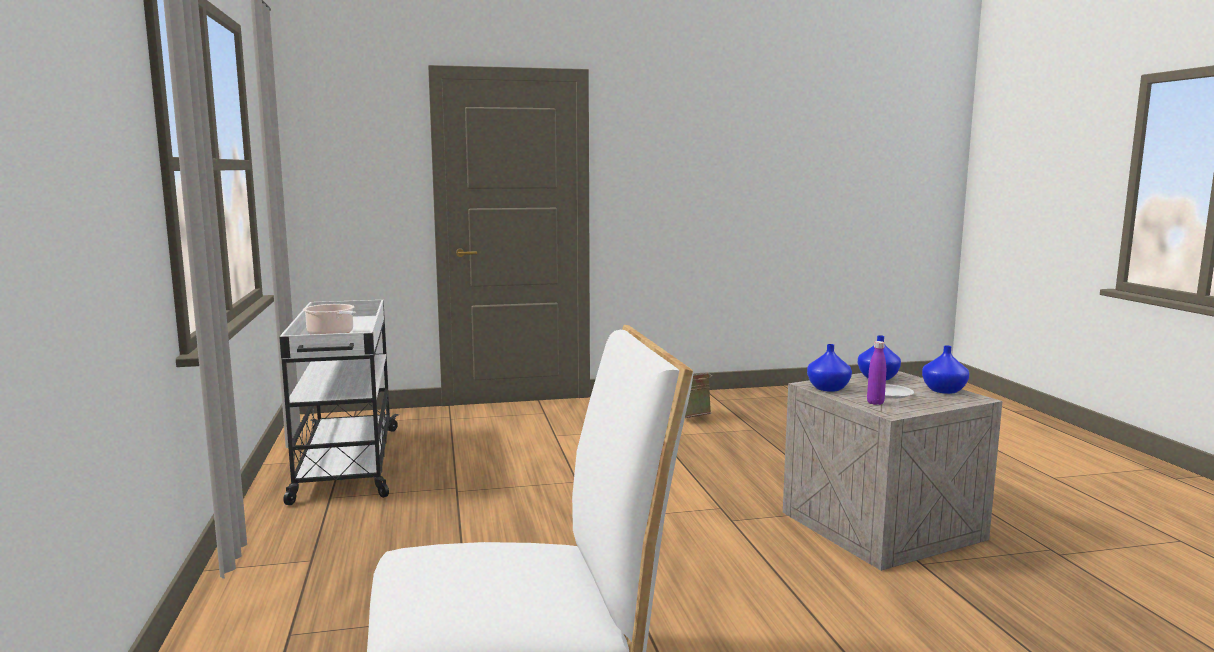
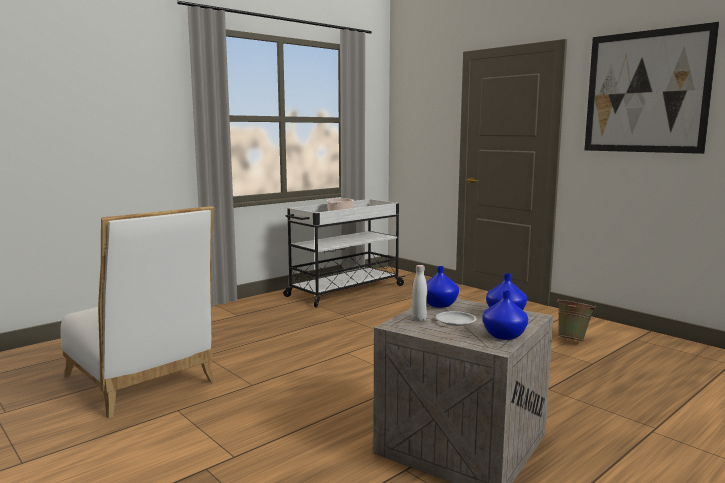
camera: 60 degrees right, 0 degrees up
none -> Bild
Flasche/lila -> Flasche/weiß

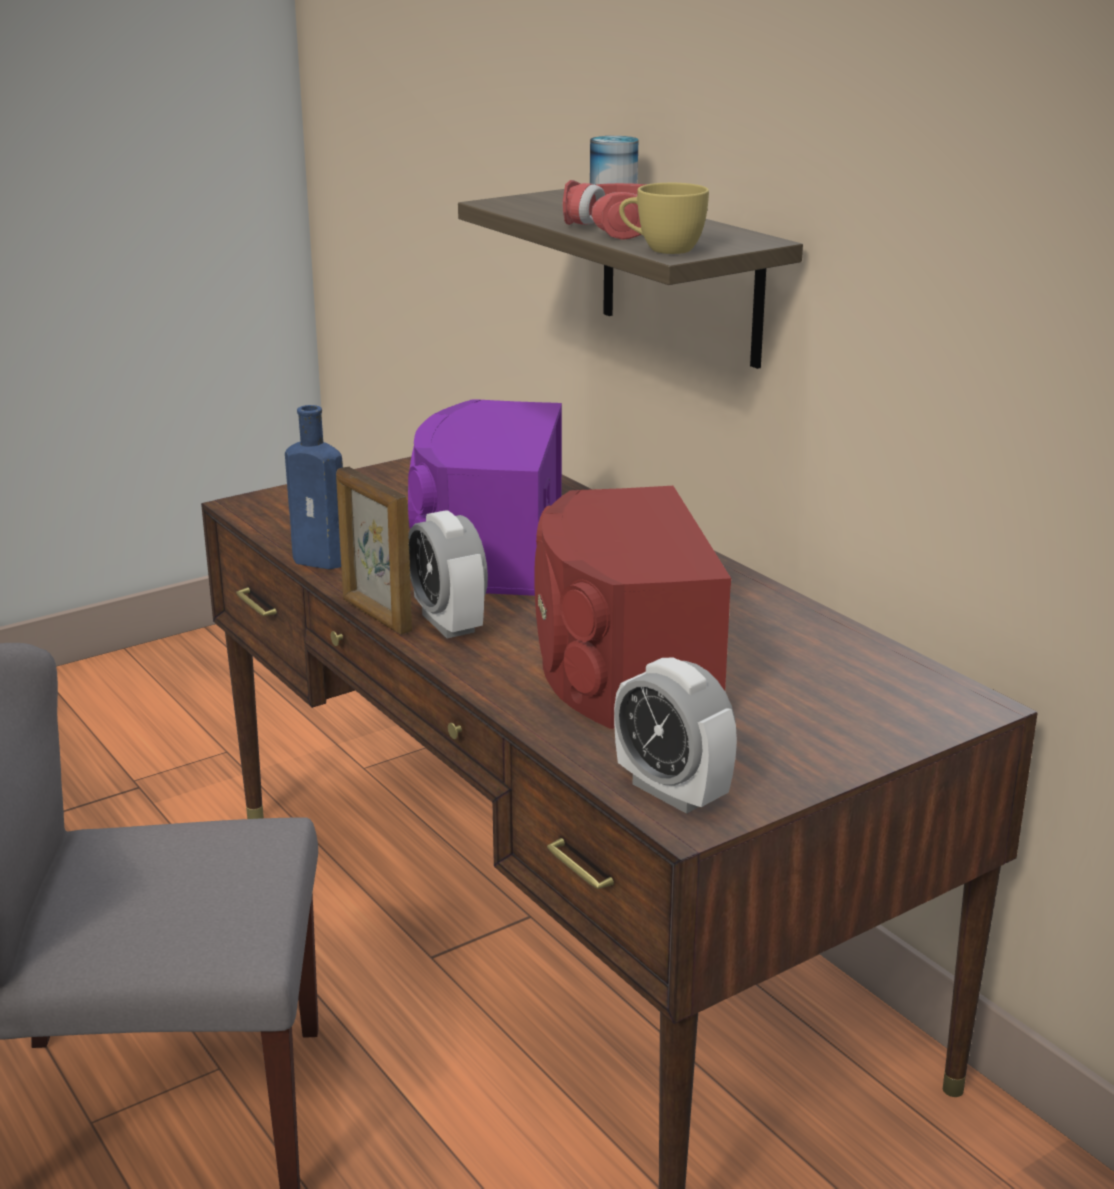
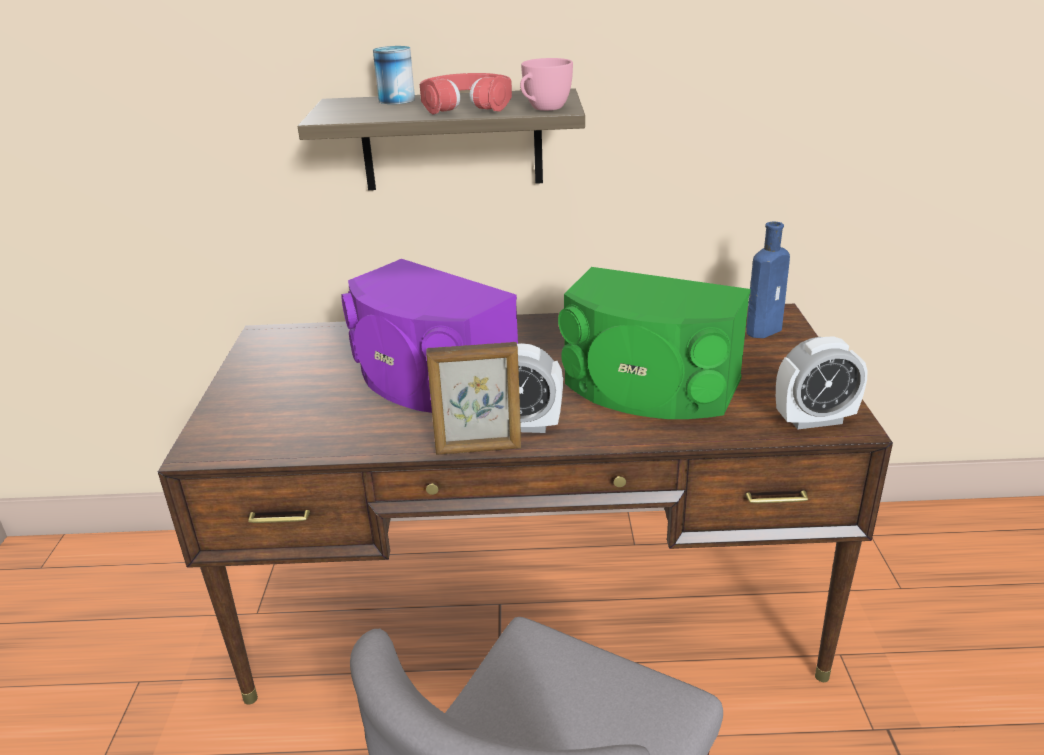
camera: 55 degrees left, 5 degrees up
Flasche/blau, move
Lautsprecher/rot -> Lautsprecher/grün
Tasse/gelb -> Tasse/rosa

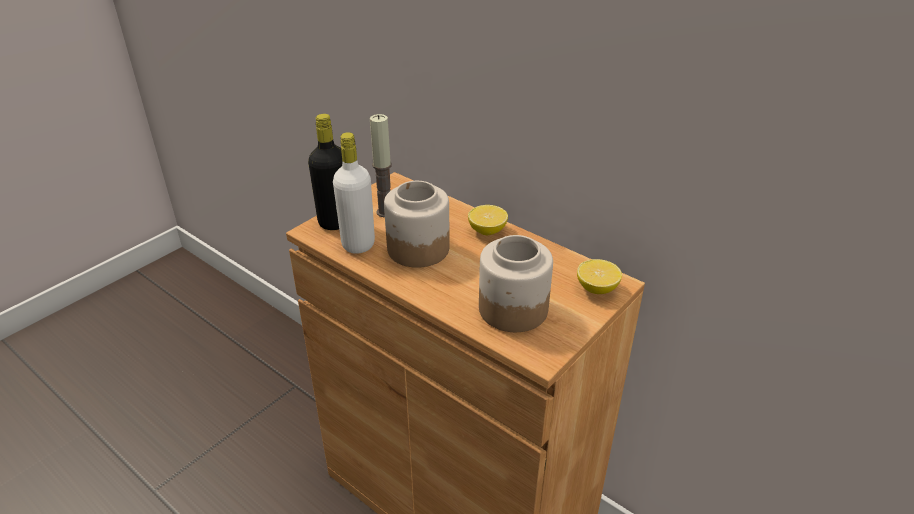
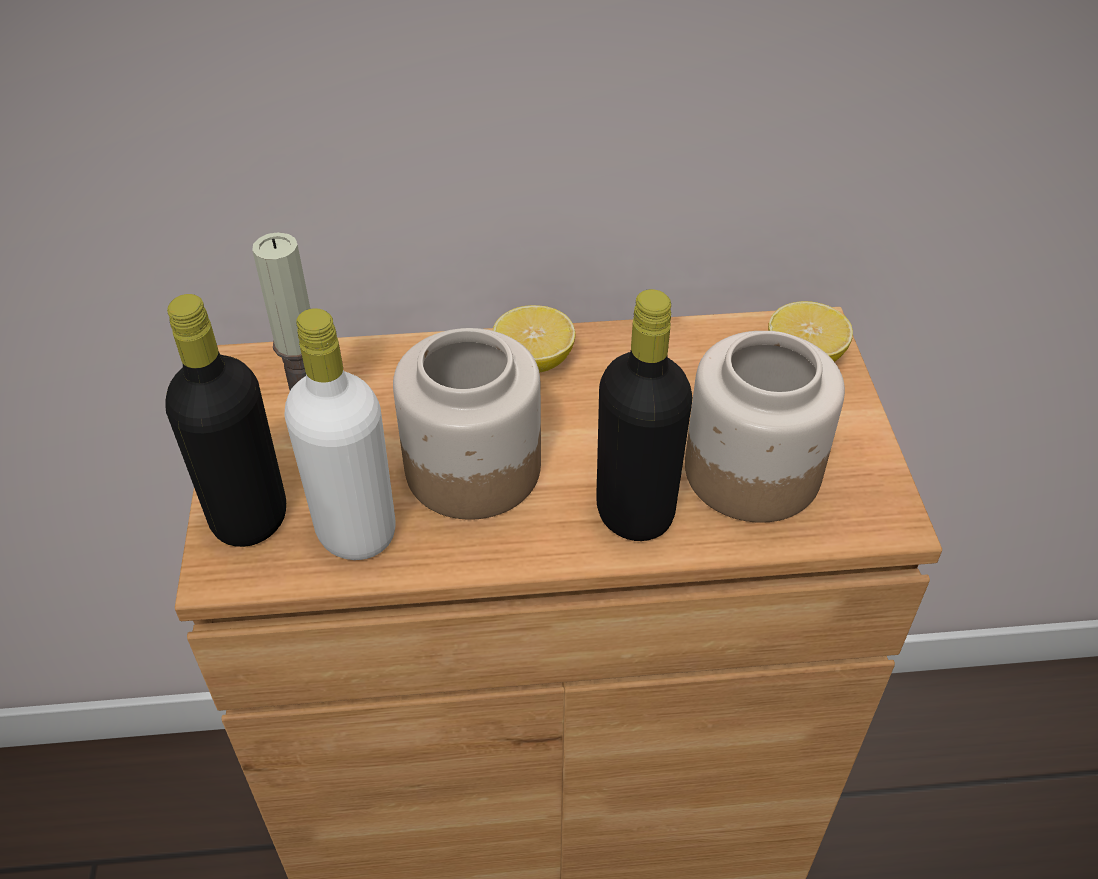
camera: 45 degrees left, 10 degrees up
none -> Flasche/schwarz (2nd from left)

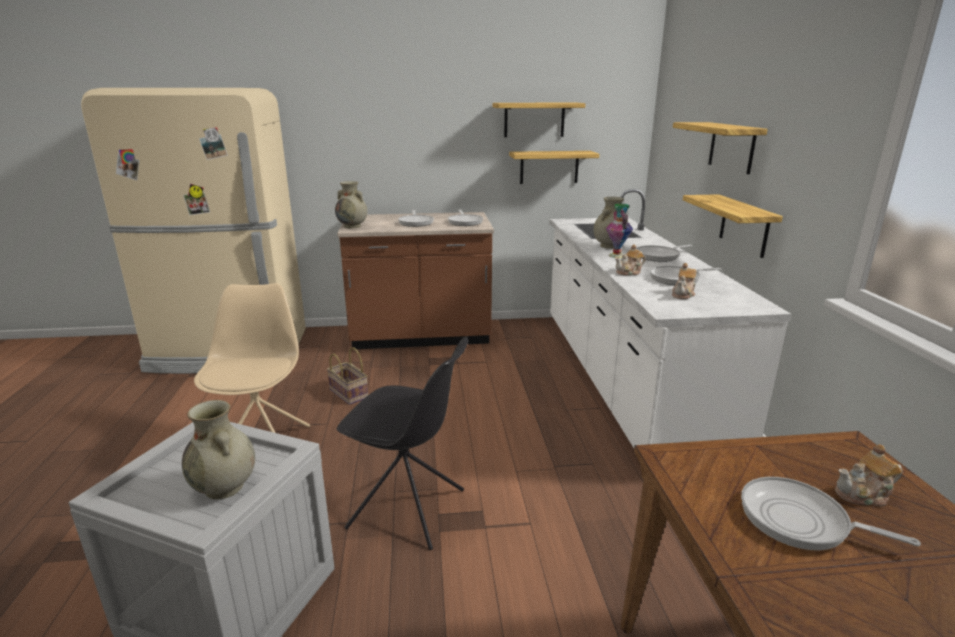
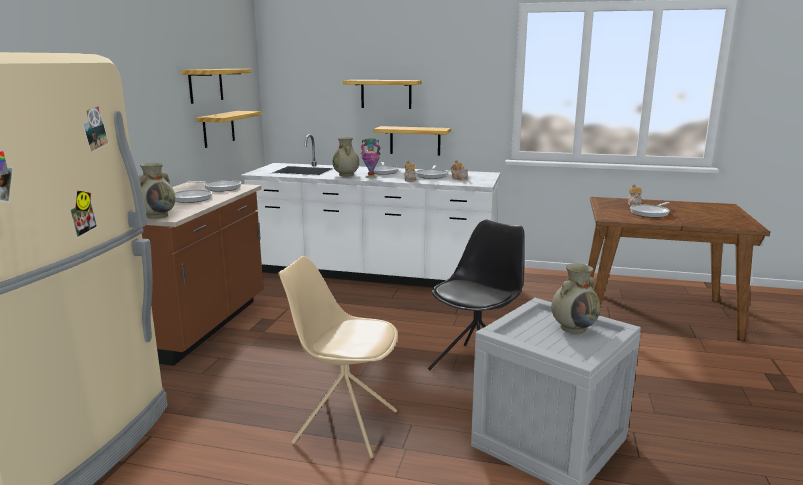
camera: 70 degrees left, 5 degrees down
Korb -> none

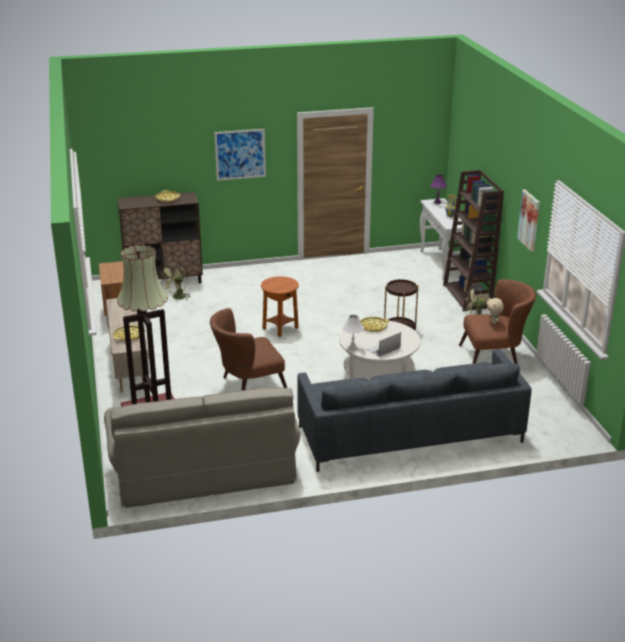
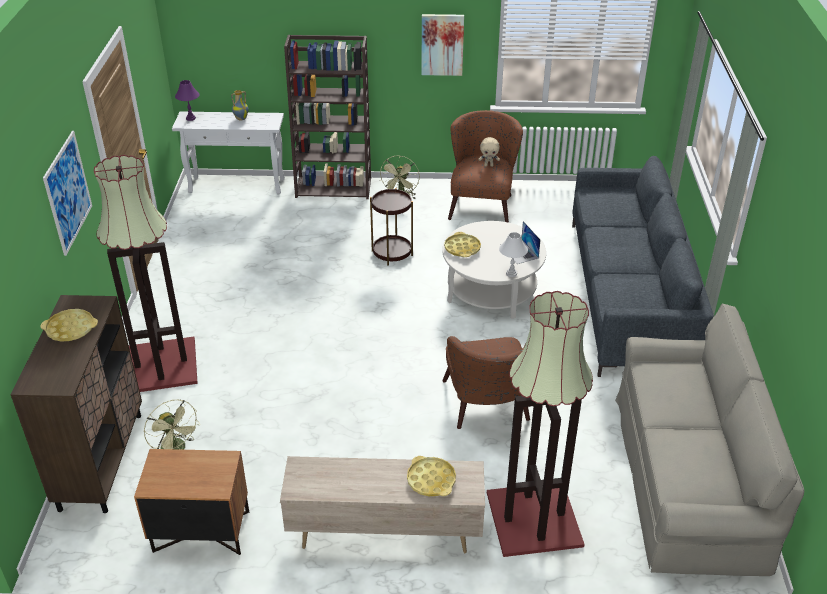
camera: 75 degrees left, 10 degrees up
Beistelltisch/braun (1st from left) -> none
none -> Stehlampe (1st from left)

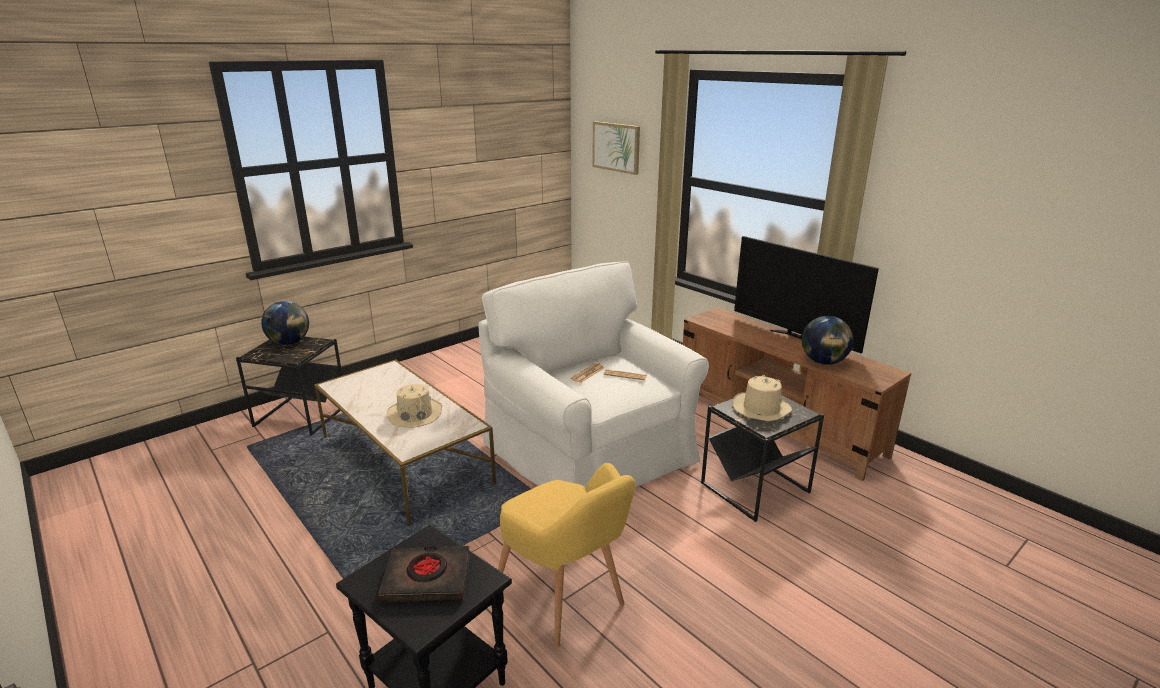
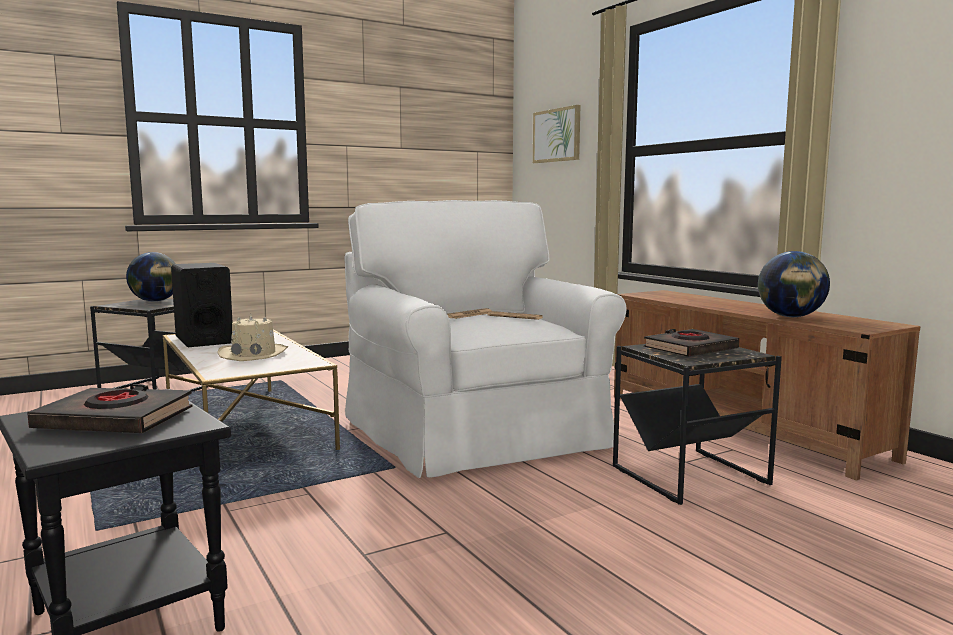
camera: 10 degrees right, 15 degrees down
Sessel/gelb -> none
Fernseher -> none
none -> Lautsprecher/schwarz
Hut/beige (2nd from left) -> Buch/schwarz (2nd from left)

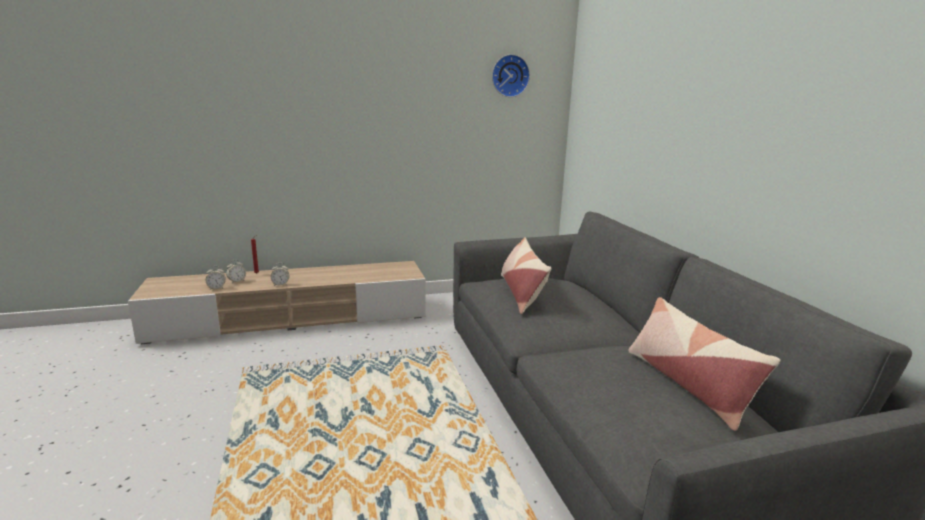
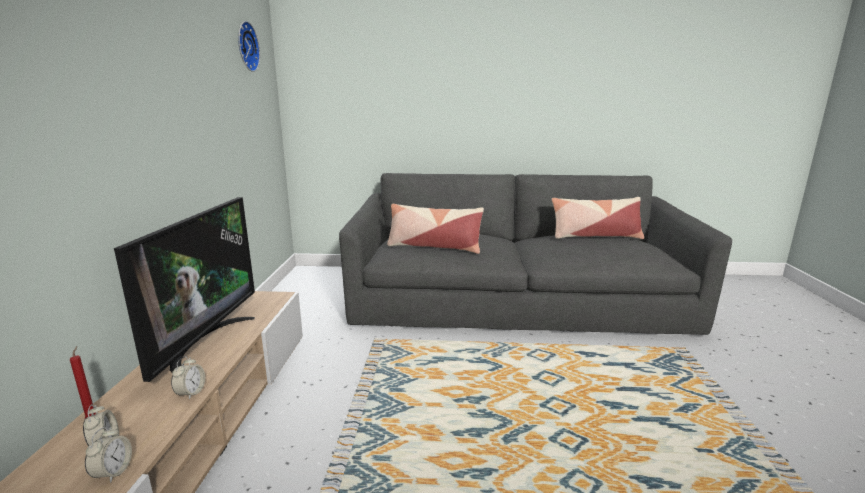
camera: 70 degrees left, 0 degrees up
none -> Fernseher

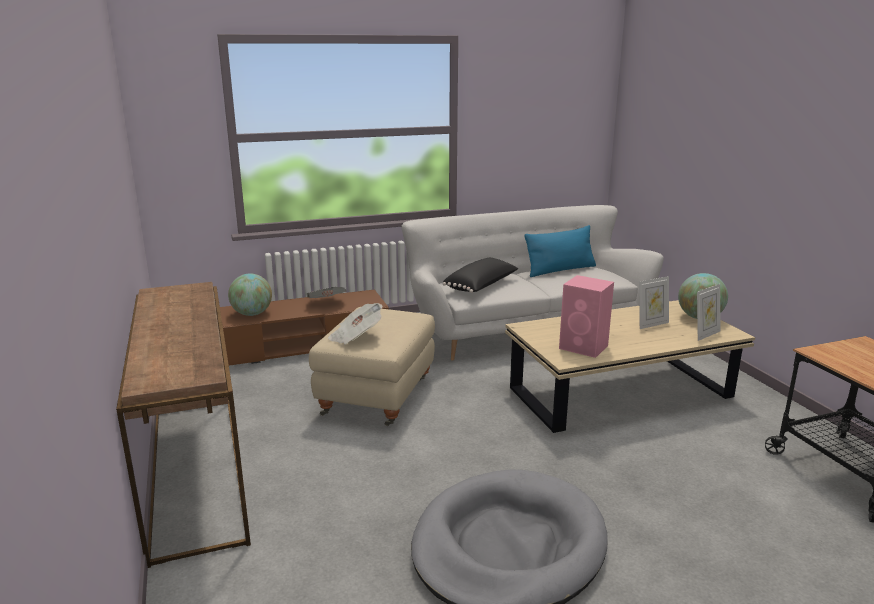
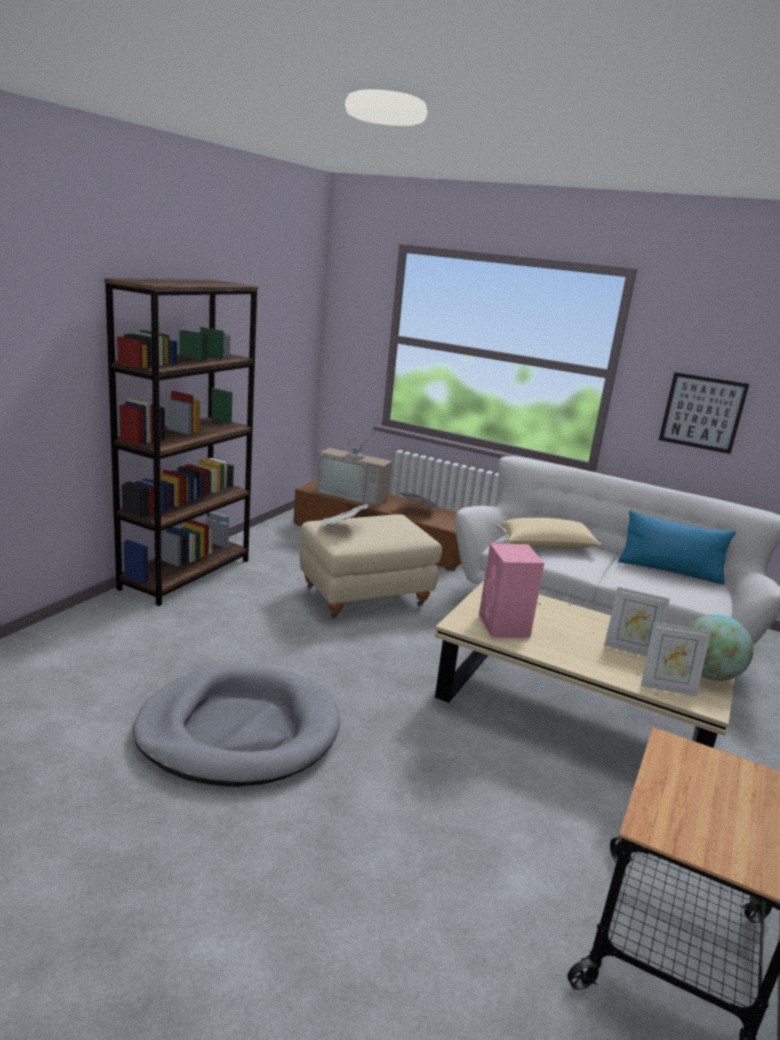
camera: 45 degrees right, 0 degrees up
none -> Bild
Konsolentisch/braun -> Bücherregal/braun
Globus (1st from left) -> Fernseher
Kissen/schwarz -> Kissen/beige

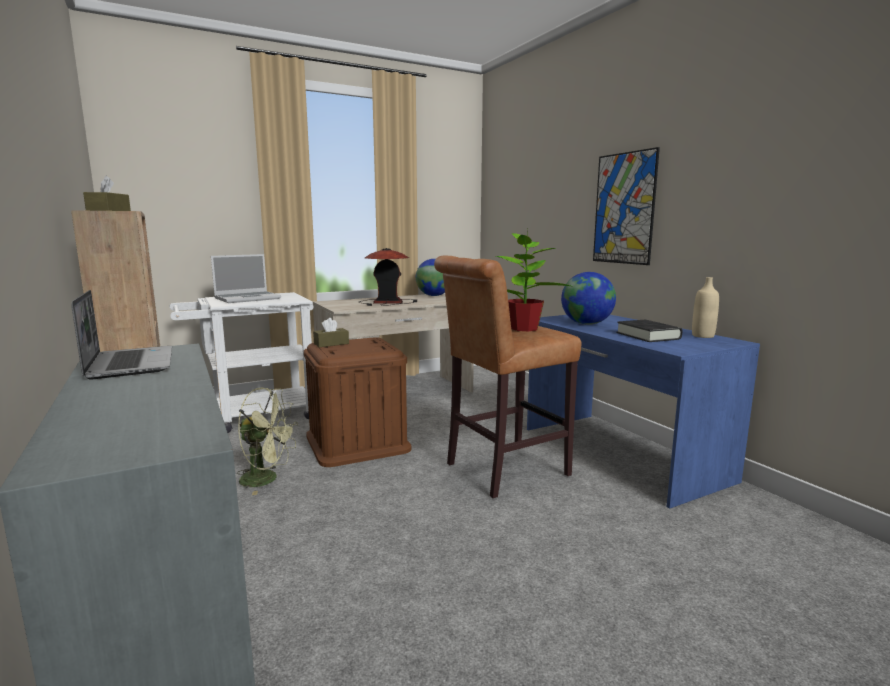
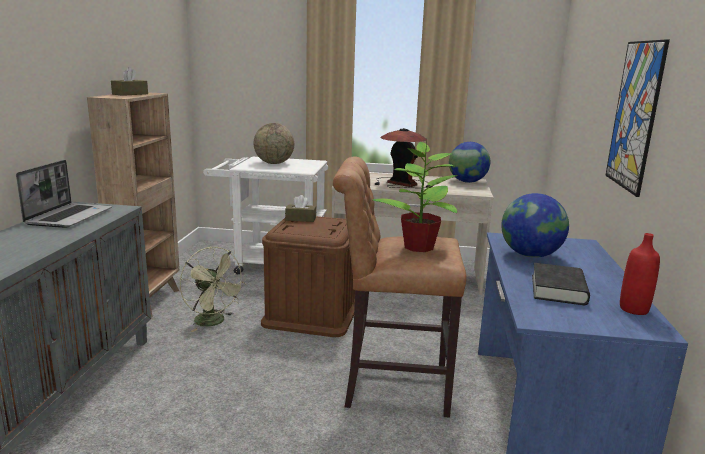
camera: 35 degrees right, 5 degrees up
Laptop (2nd from left) -> Globus (1st from left)
Flasche/beige -> Flasche/rot

